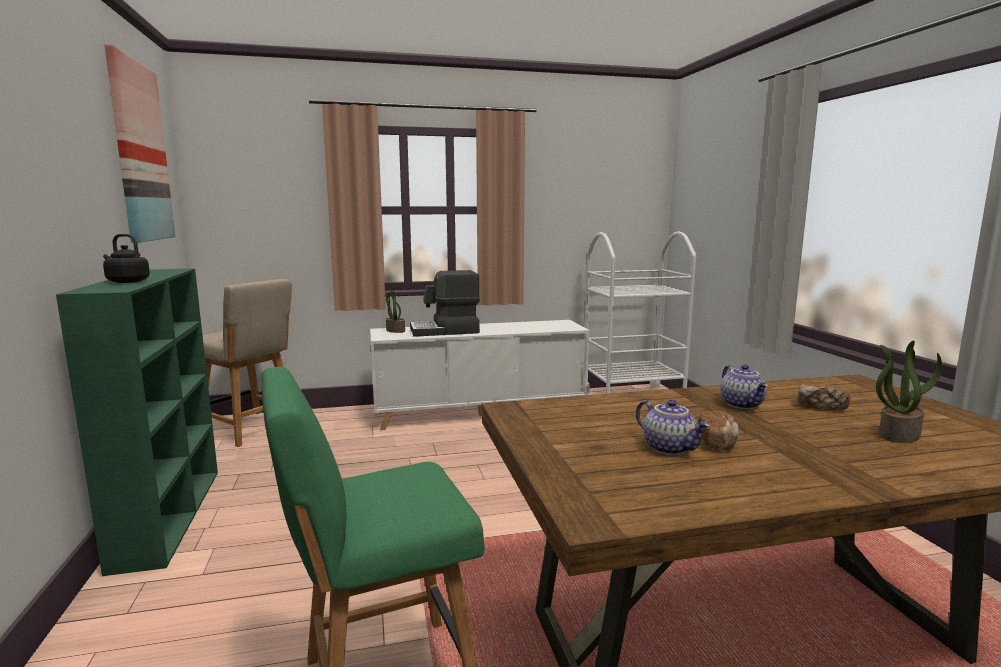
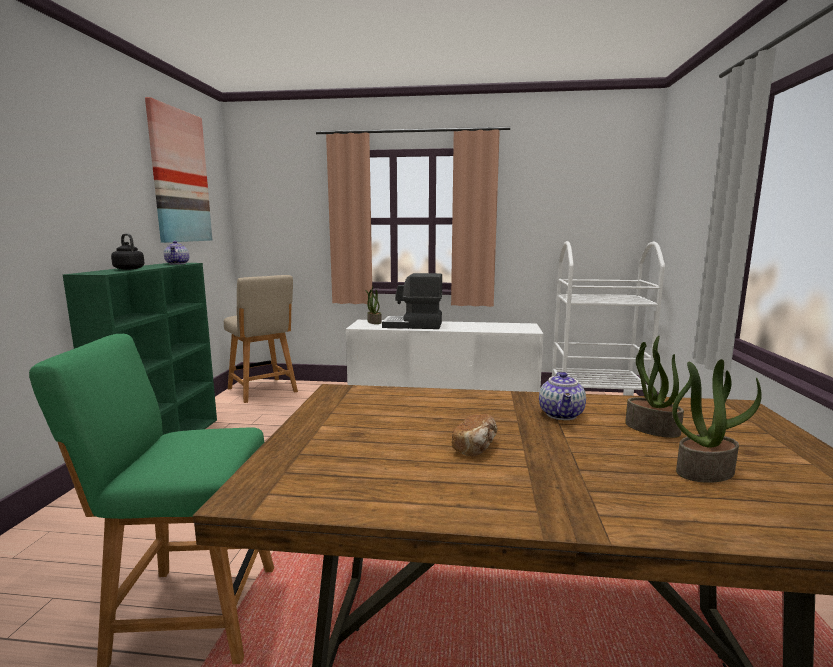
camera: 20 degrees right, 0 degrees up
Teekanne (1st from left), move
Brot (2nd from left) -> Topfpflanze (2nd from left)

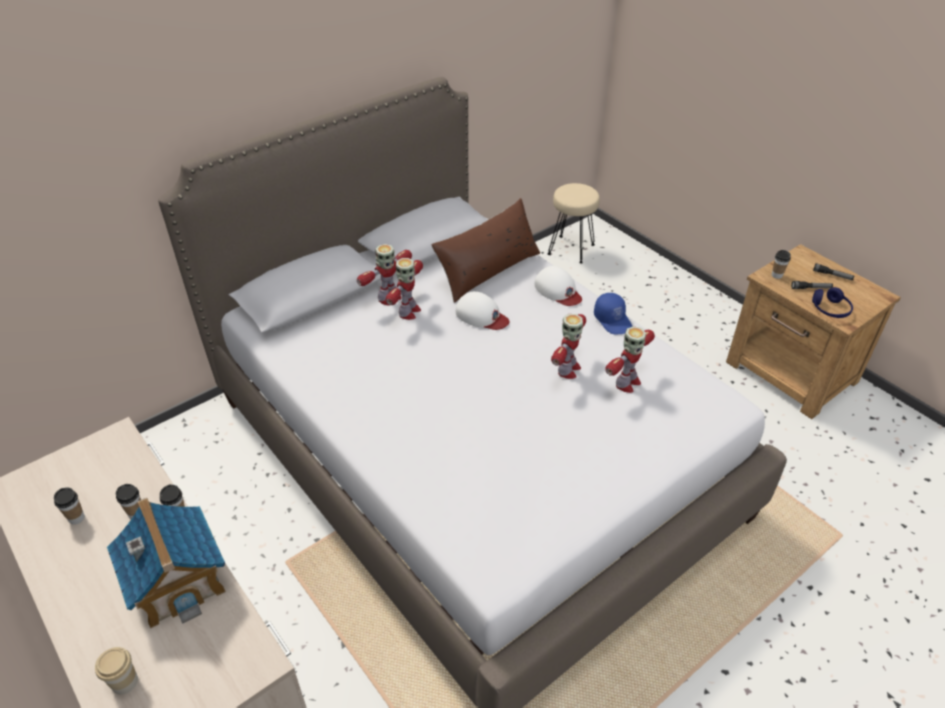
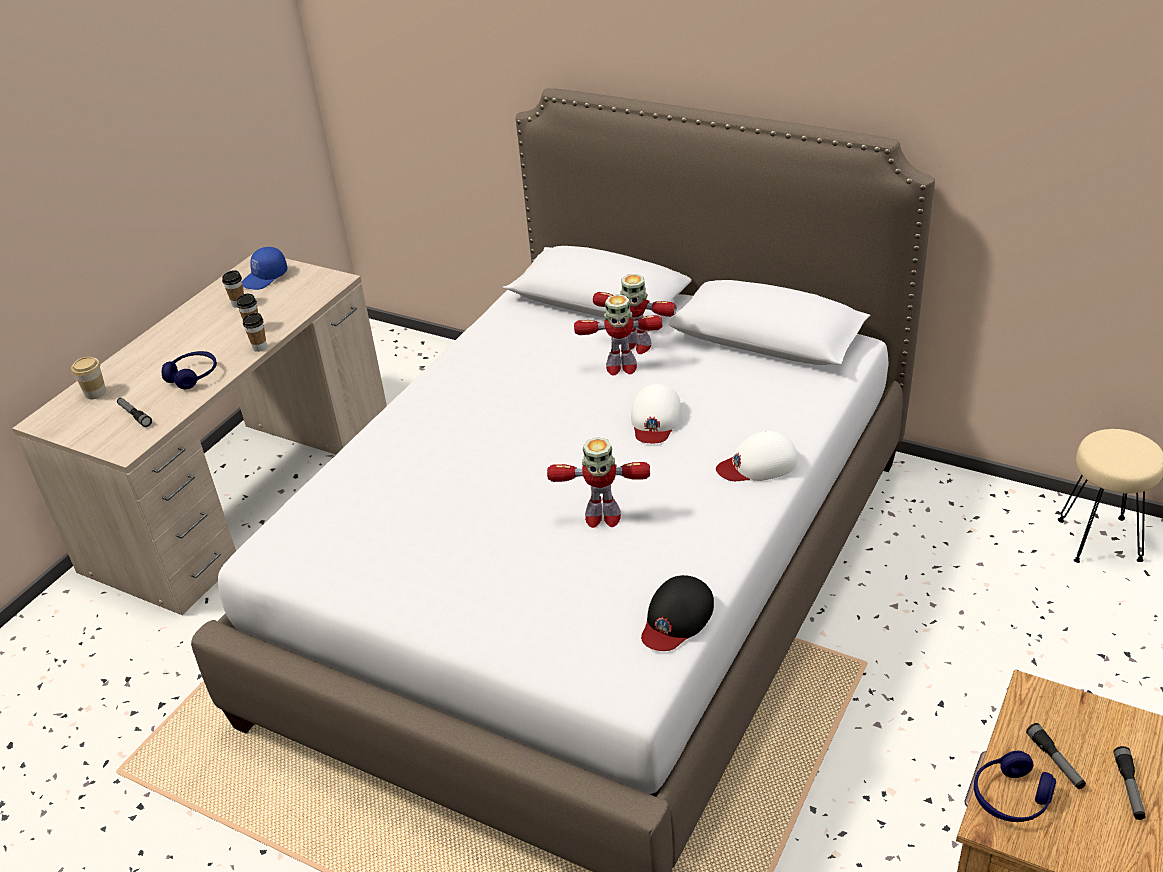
camera: 70 degrees right, 5 degrees down
Kissen/braun -> none
Spielzeugroboter (4th from left) -> none
Tasse (5th from left) -> none
none -> Taschenlampe (1st from left)
none -> Kappe/schwarz
Kappe/blau, move
Spielzeughaus -> Kopfhörer/blau (1st from left)
Kappe/weiß (2nd from left), 45 degrees clockwise

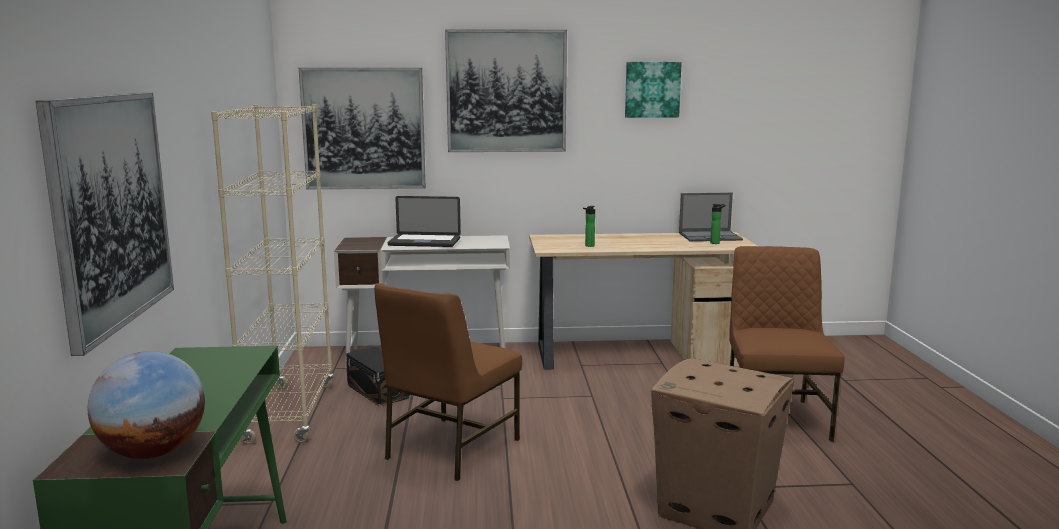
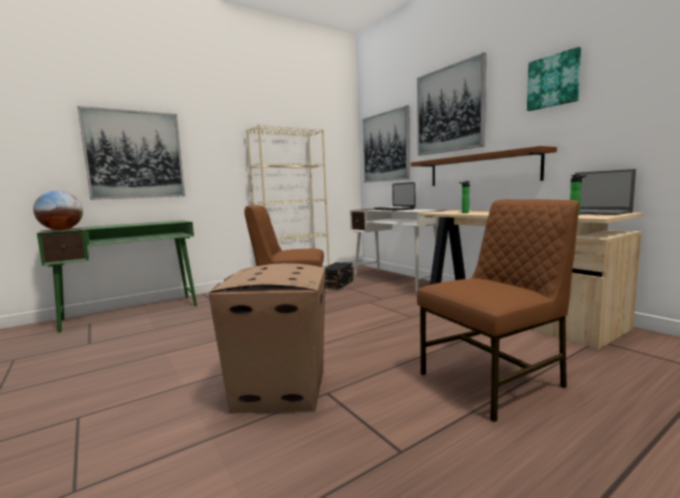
camera: 60 degrees right, 5 degrees down
none -> Wandregal/braun

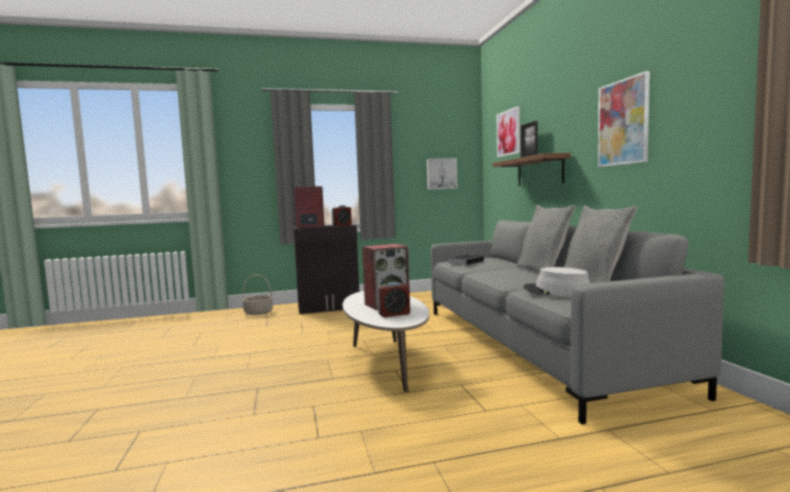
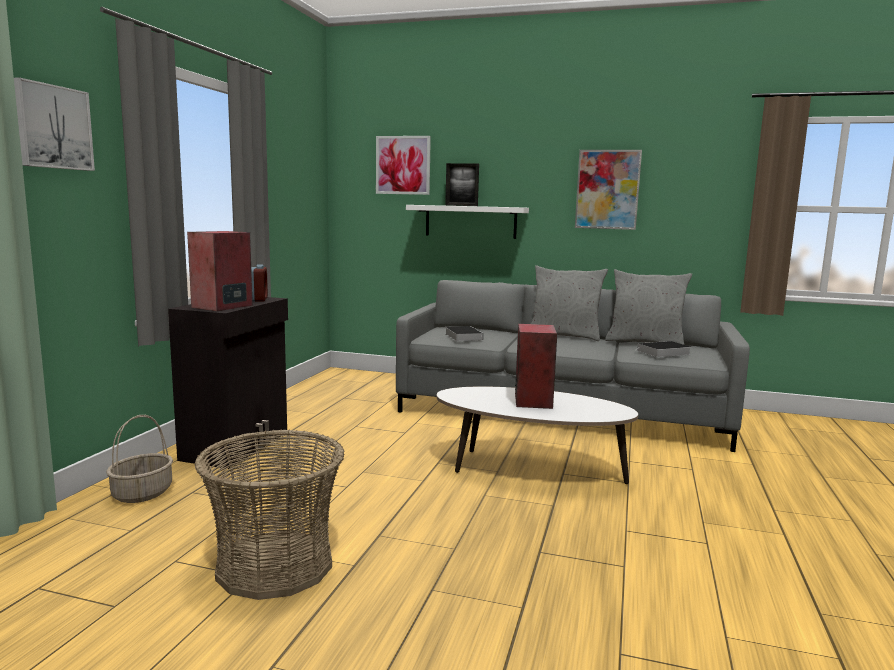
camera: 60 degrees left, 5 degrees up
Wecker (2nd from left) -> none
none -> Korb (2nd from left)
Bild (1st from left), move
Hut/grau -> Buch (2nd from left)
Wandregal/braun -> Wandregal/weiß

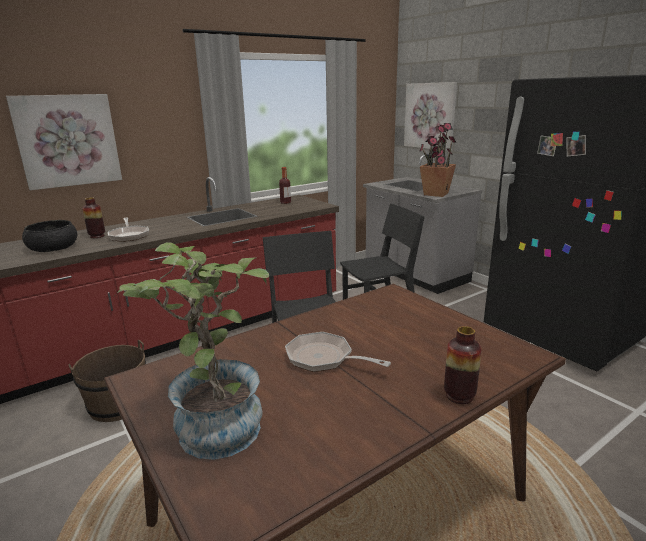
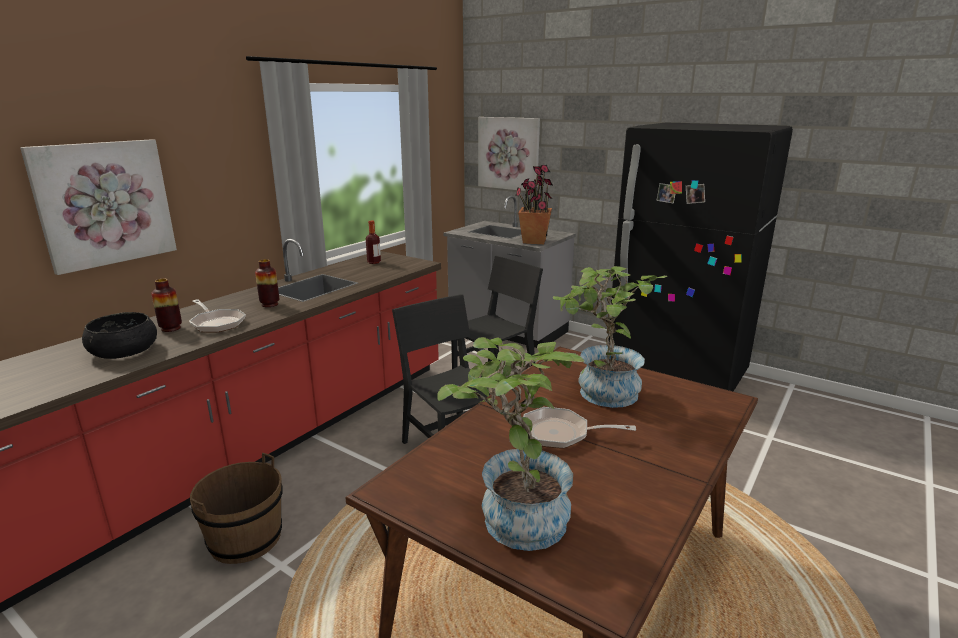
camera: 20 degrees left, 0 degrees up
none -> Topfpflanze (3rd from left)
Vase (2nd from left), move

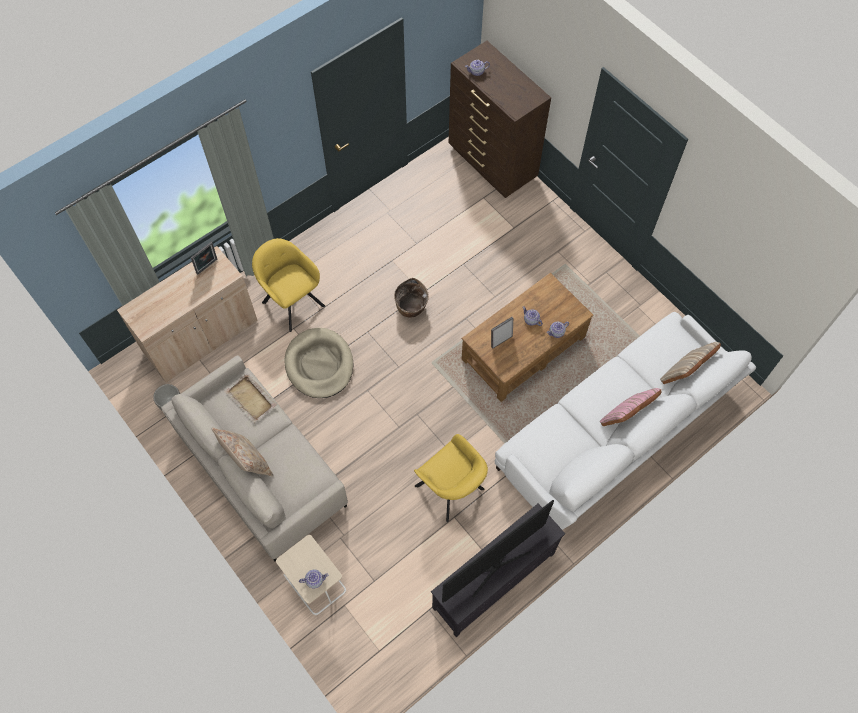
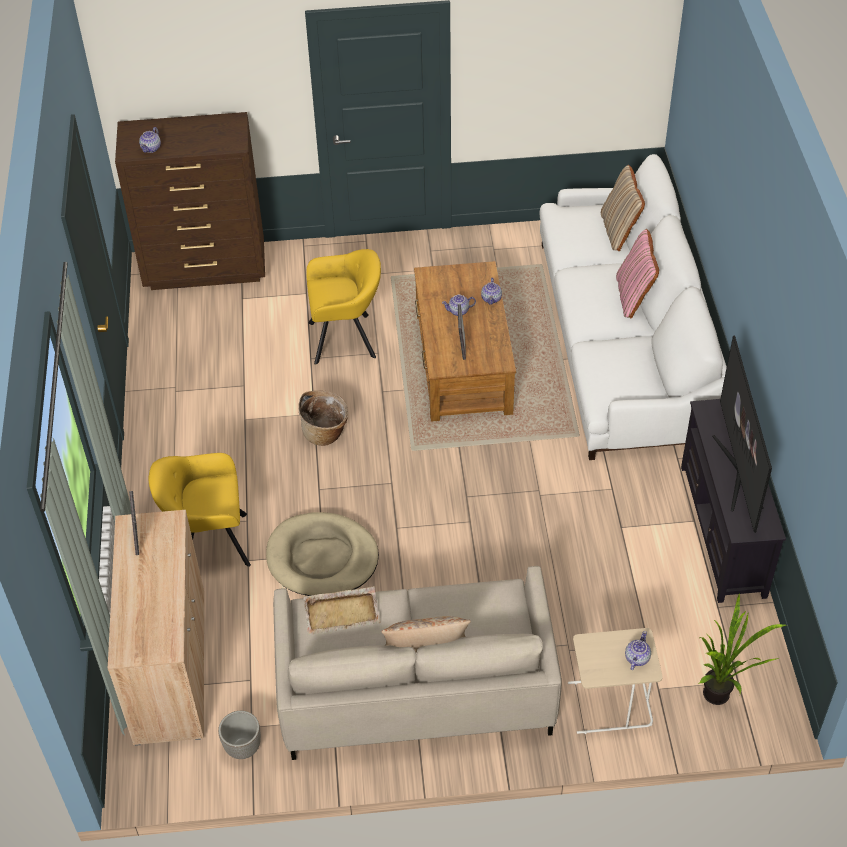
camera: 55 degrees left, 15 degrees down
none -> Topfpflanze
Sessel/gelb (2nd from left), move

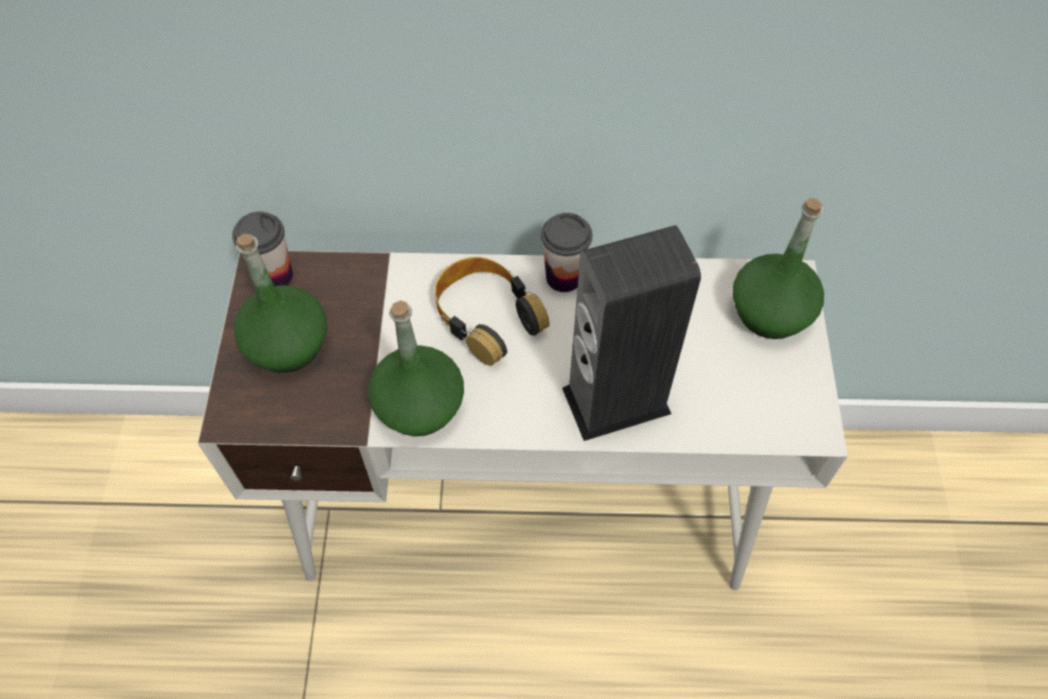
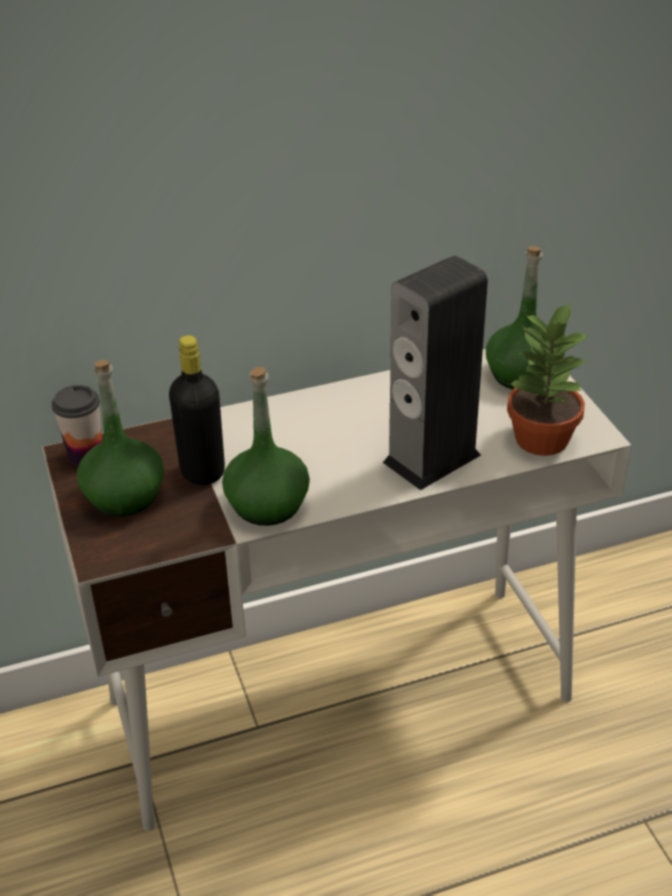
camera: 20 degrees left, 20 degrees down
Kopfhörer -> none
Tasse (2nd from left) -> none
none -> Flasche/schwarz
none -> Topfpflanze

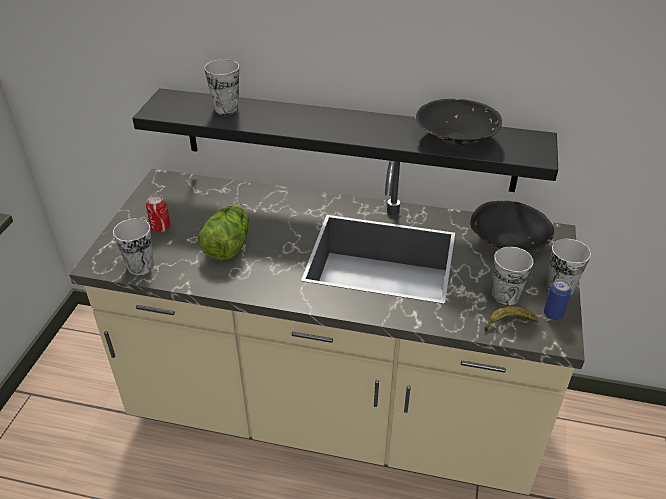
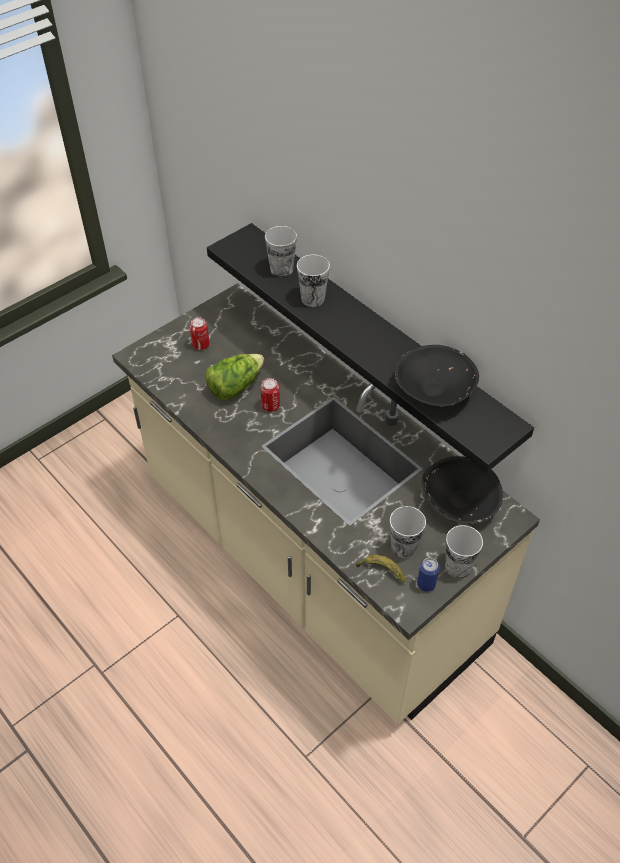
camera: 35 degrees right, 10 degrees up
none -> Dose (2nd from left)
Tasse (1st from left in the first image) -> Tasse (2nd from left), move

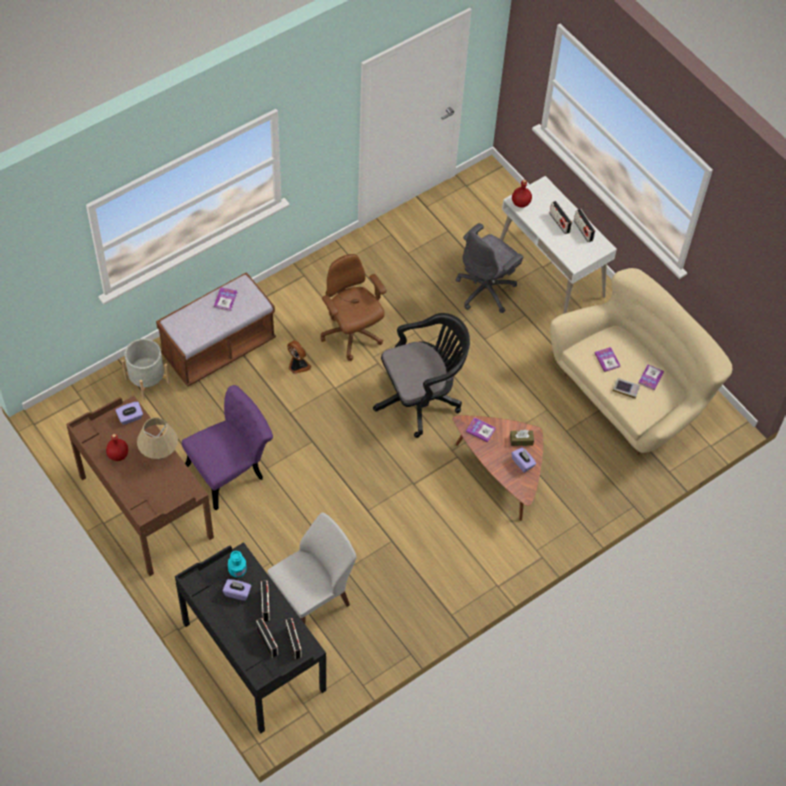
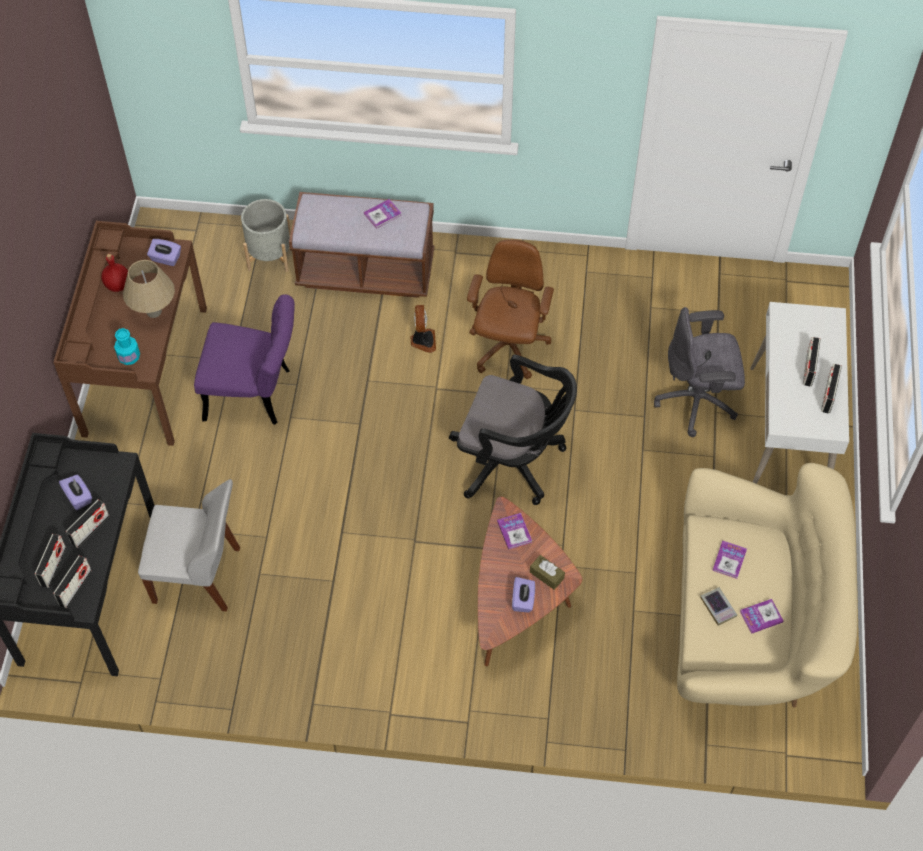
camera: 45 degrees right, 0 degrees up
Flasche/rot (2nd from left) -> none
Flasche/türkis, move

